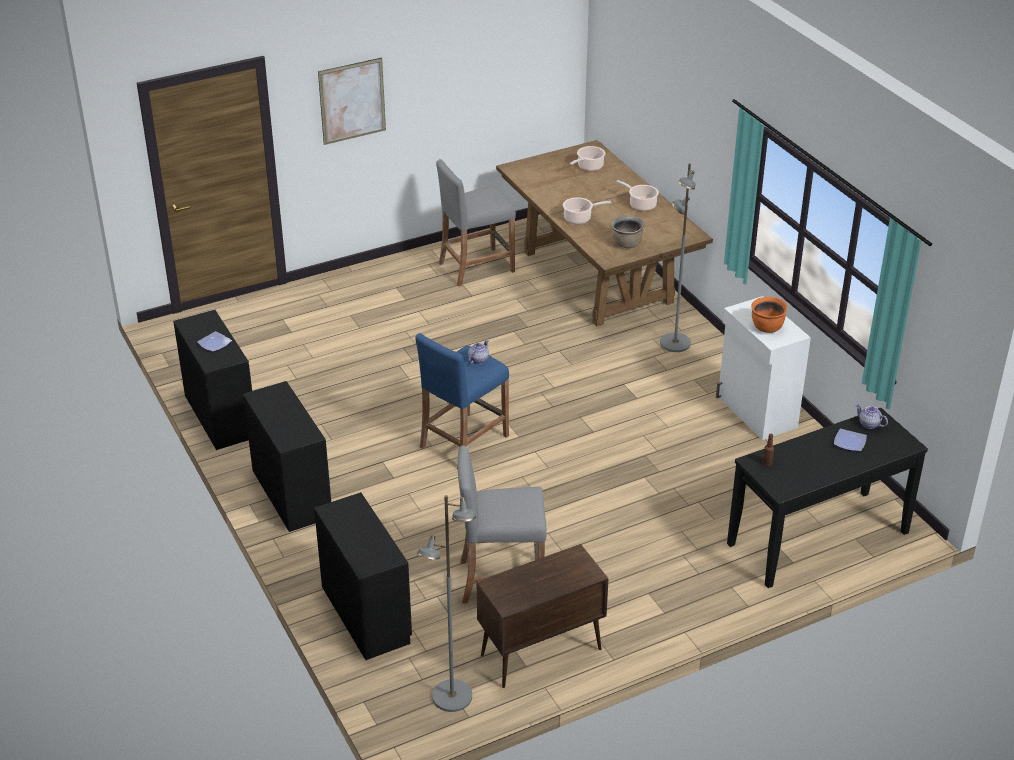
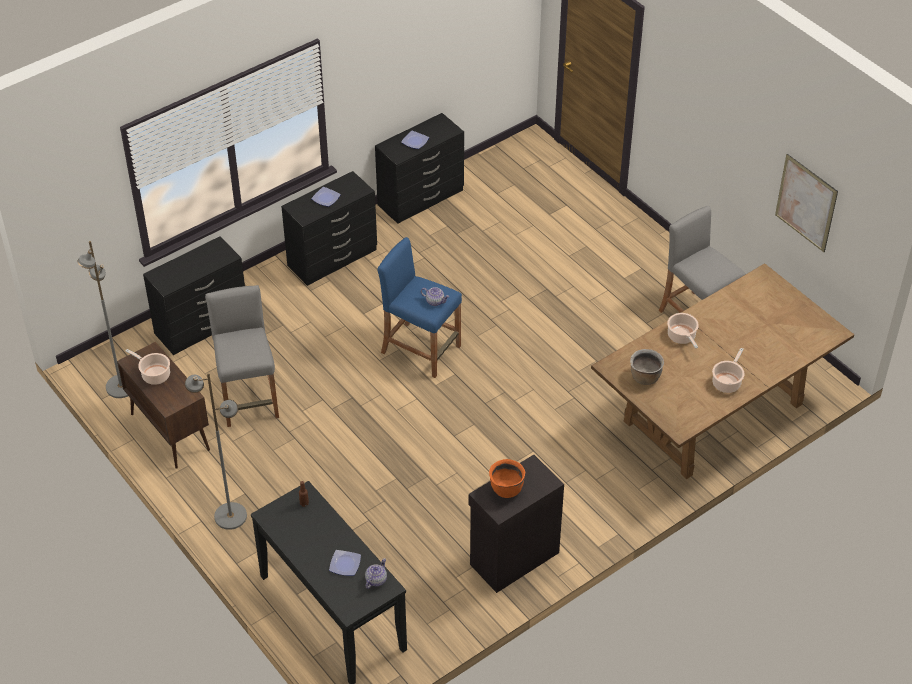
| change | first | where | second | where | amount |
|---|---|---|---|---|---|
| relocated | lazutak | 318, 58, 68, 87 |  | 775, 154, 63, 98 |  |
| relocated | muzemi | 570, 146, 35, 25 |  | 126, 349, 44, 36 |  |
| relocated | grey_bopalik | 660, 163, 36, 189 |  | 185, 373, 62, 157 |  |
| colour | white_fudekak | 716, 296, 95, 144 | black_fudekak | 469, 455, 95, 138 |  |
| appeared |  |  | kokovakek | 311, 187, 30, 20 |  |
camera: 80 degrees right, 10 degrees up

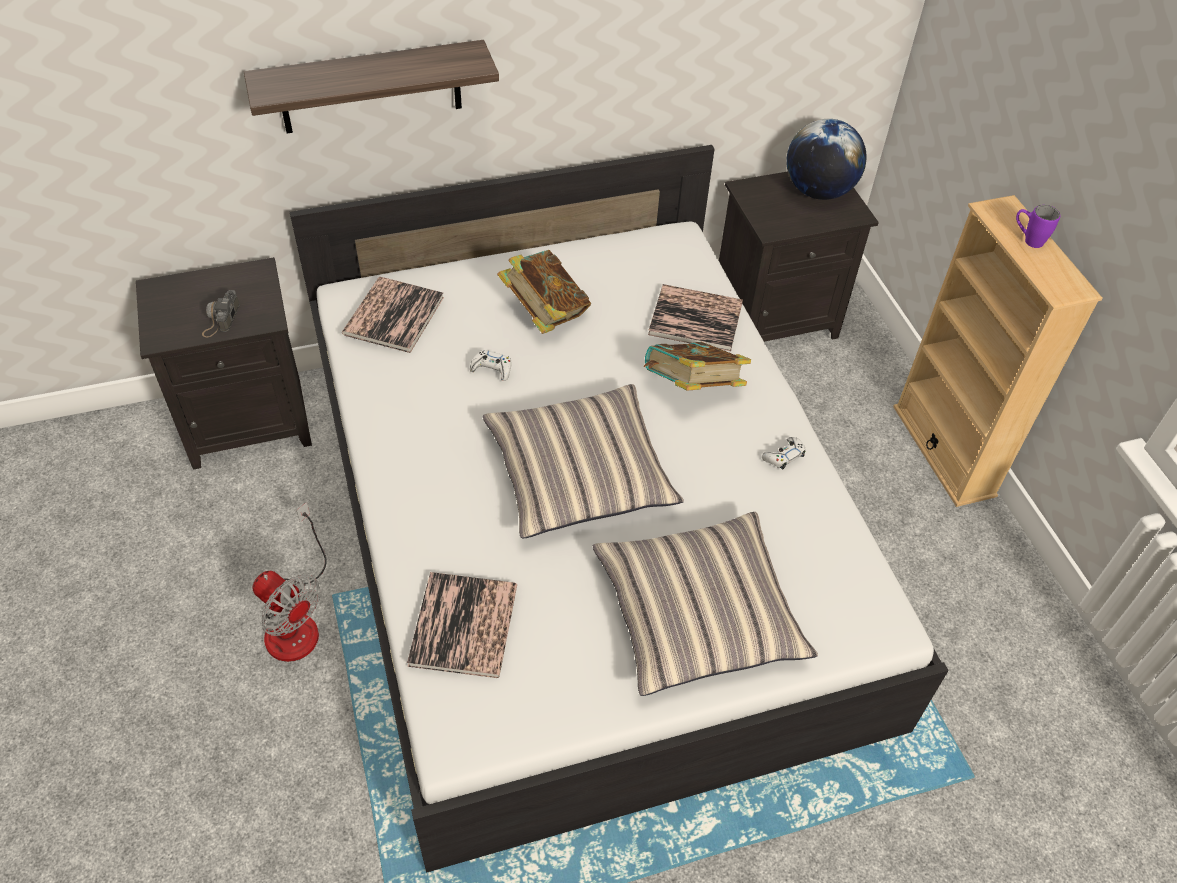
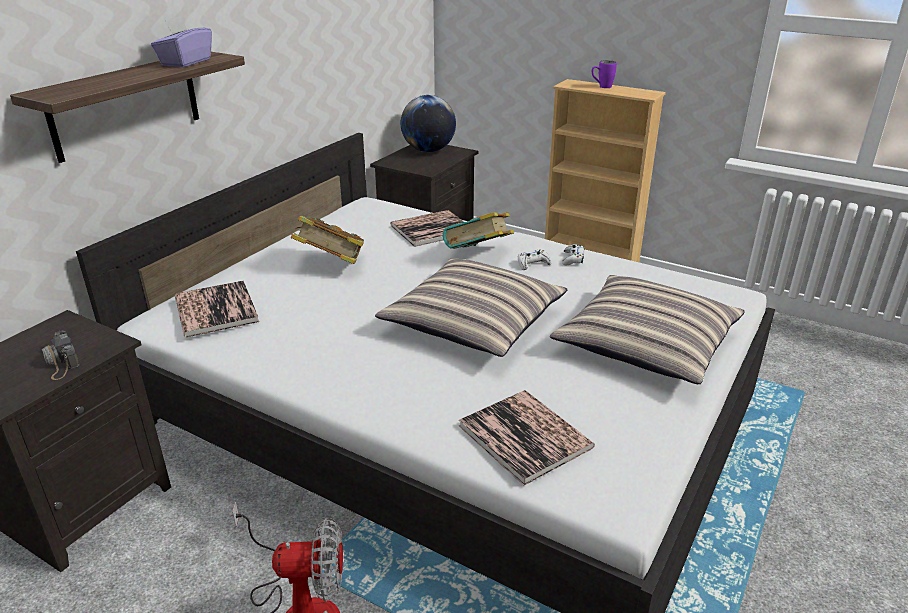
| change | first | where | second | where | amount |
|---|---|---|---|---|---|
| relocated | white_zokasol | 470, 350, 42, 31 |  | 518, 249, 33, 21 |  |
| appeared |  |  | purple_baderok | 151, 16, 61, 51 |  |
camera: 40 degrees left, 20 degrees down

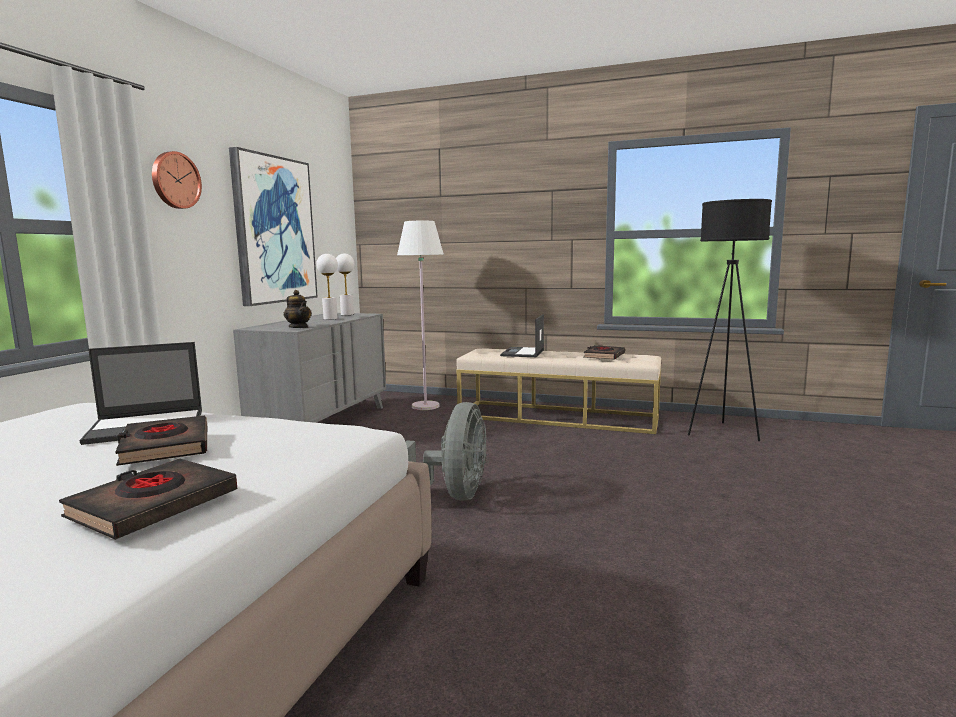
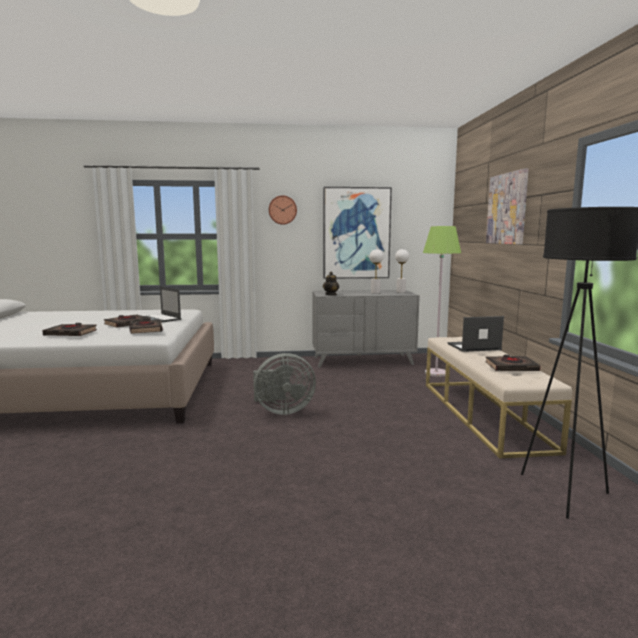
| change | first | where | second | where | amount |
|---|---|---|---|---|---|
| colour | white_bopalik | 397, 221, 47, 189 | green_bopalik | 423, 226, 38, 151 |  |
| appeared |  |  | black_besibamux | 129, 320, 34, 14 |  |
| appeared |  |  | lazutak | 486, 168, 43, 77 |  |
camera: 65 degrees right, 0 degrees up

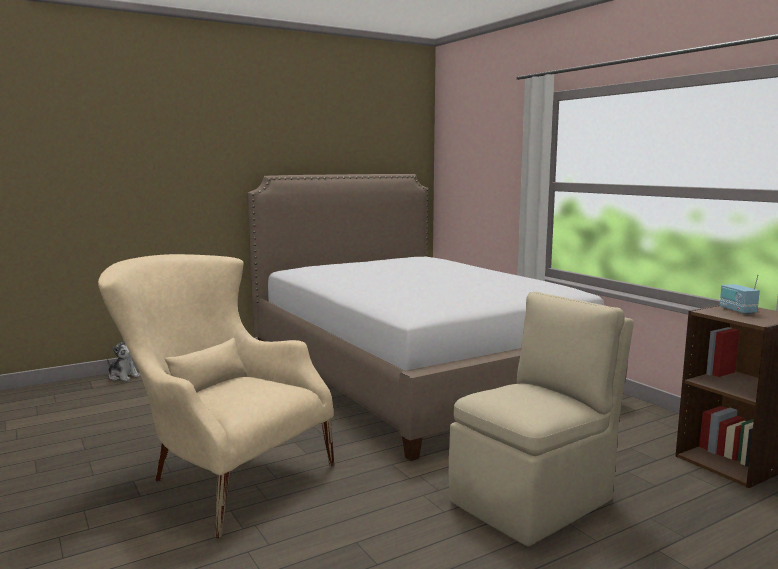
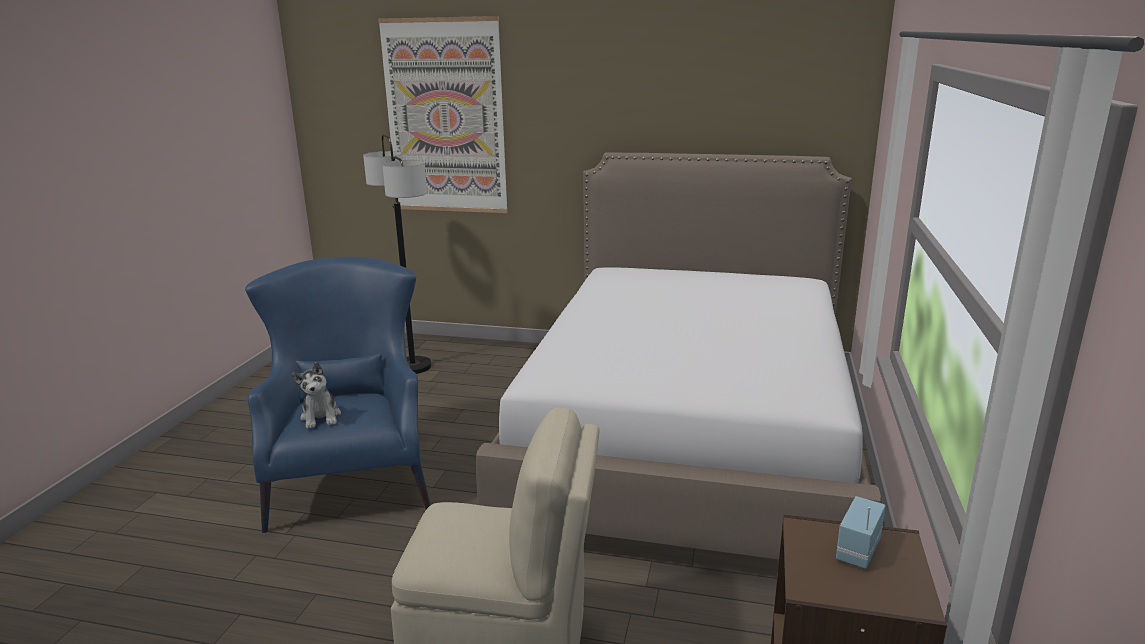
| change | first | where | second | where | amount |
|---|---|---|---|---|---|
| colour | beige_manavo | 98, 254, 236, 284 | blue_manavo | 245, 256, 186, 277 |  |
| relocated | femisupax | 107, 340, 33, 41 |  | 292, 362, 49, 67 |  |
| appeared |  |  | bopalik | 363, 134, 68, 240 |  |
| appeared |  |  | lazutak | 378, 16, 130, 197 |  |
camera: 45 degrees right, 10 degrees up

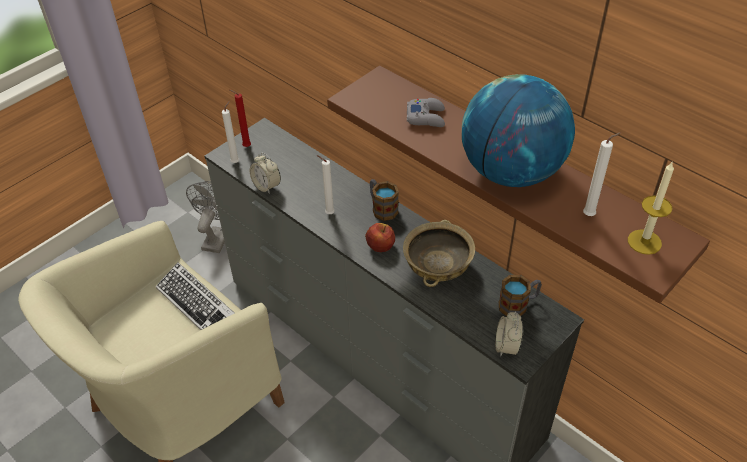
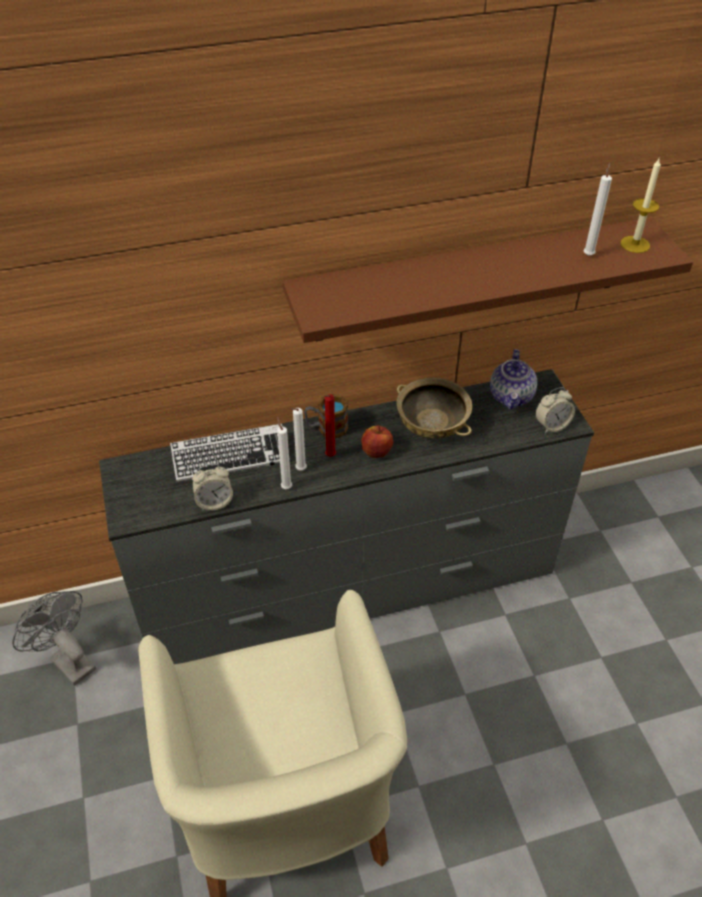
| change | first | where | second | where | amount |
|---|---|---|---|---|---|
| relocated | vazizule | 156, 262, 79, 68 |  | 170, 423, 120, 59 |  |
| relocated | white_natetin | 222, 101, 17, 62 |  | 277, 416, 15, 73 |  |
| relocated | red_natetin | 230, 90, 21, 57 |  | 324, 394, 12, 63 |  |
| missing | grey_zokasol | 407, 98, 38, 29 |  |  |  |
| missing | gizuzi | 462, 74, 113, 113 |  |  |  |
| spun | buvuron | 495, 312, 28, 45 |  | 535, 387, 40, 46 | 60 degrees counterclockwise |
| exchanged | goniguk | 499, 275, 43, 41 | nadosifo | 490, 349, 47, 60 |  |
camera: 60 degrees left, 0 degrees up

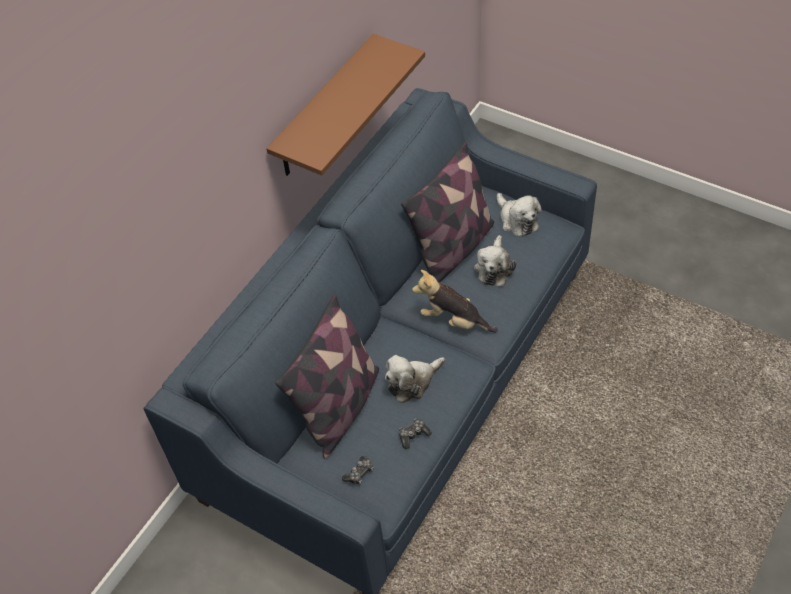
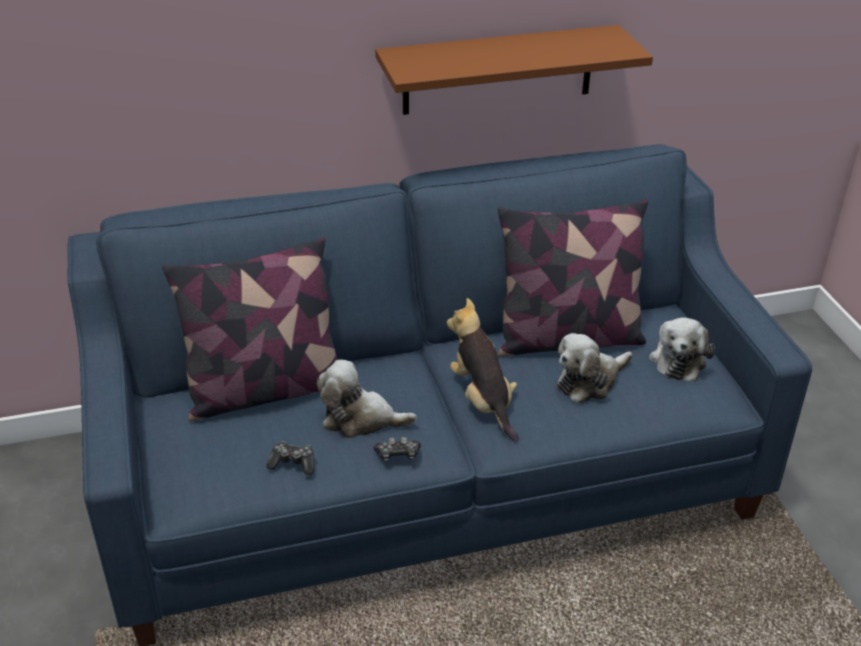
| change | first | where | second | where | amount |
|---|---|---|---|---|---|
| relocated | zokasol | 342, 456, 32, 29 |  | 373, 436, 48, 27 |  |
camera: 40 degrees right, 15 degrees down

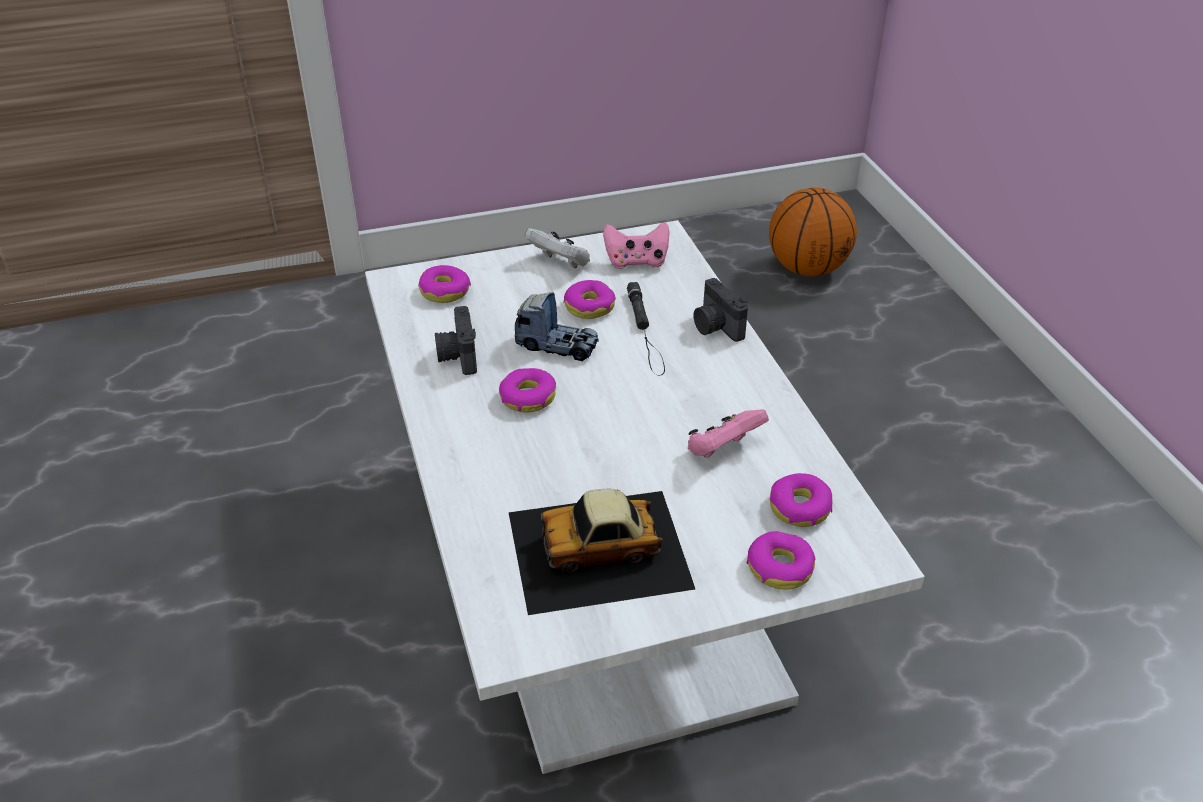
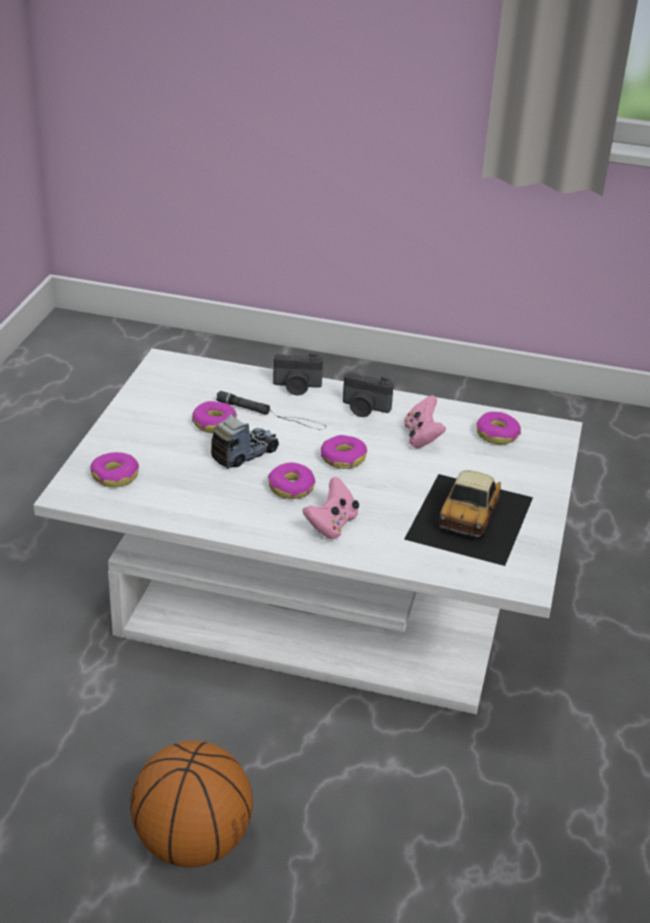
| change | first | where | second | where | amount |
|---|---|---|---|---|---|
| relocated | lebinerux | 435, 306, 42, 69 |  | 343, 372, 51, 45 |  |
| missing | white_zokasol | 525, 228, 65, 40 |  |  |  |
| relocated | pink_zokasol | 603, 222, 67, 47 |  | 303, 477, 56, 62 |  |
| relocated | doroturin | 747, 532, 68, 58 |  | 321, 435, 46, 34 |  |
| relocated | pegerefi | 769, 187, 88, 90 |  | 130, 740, 123, 128 |  |
camera: 60 degrees left, 5 degrees down

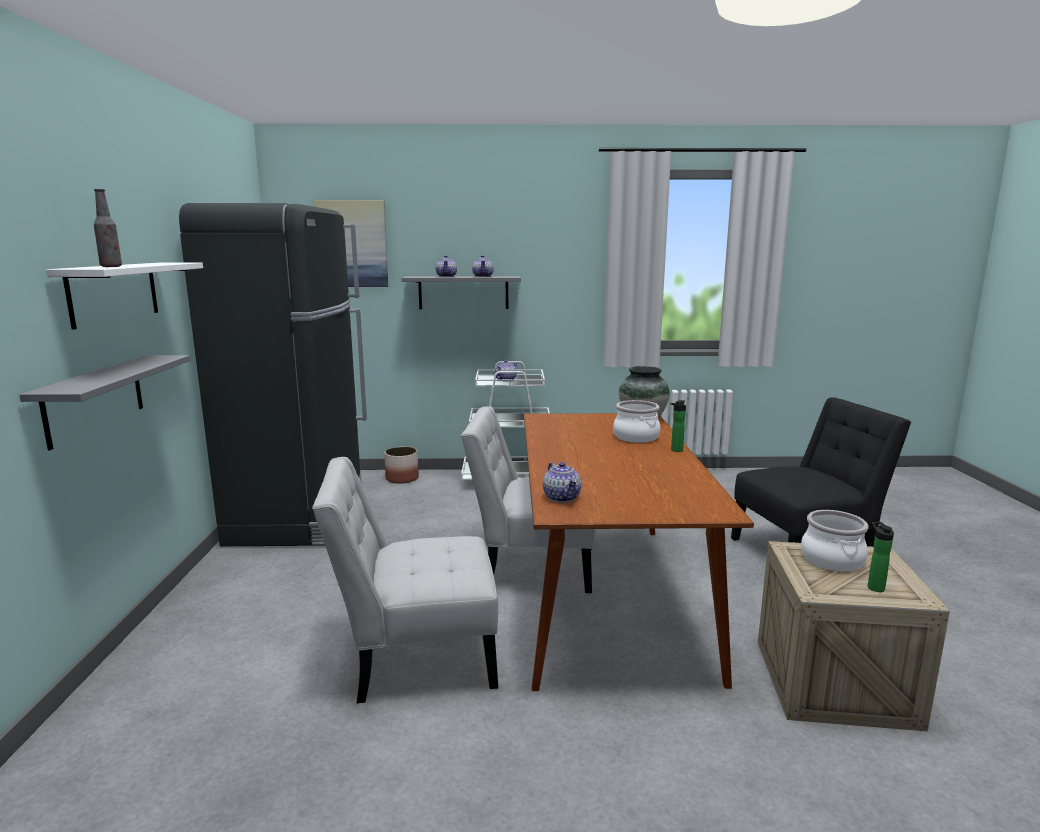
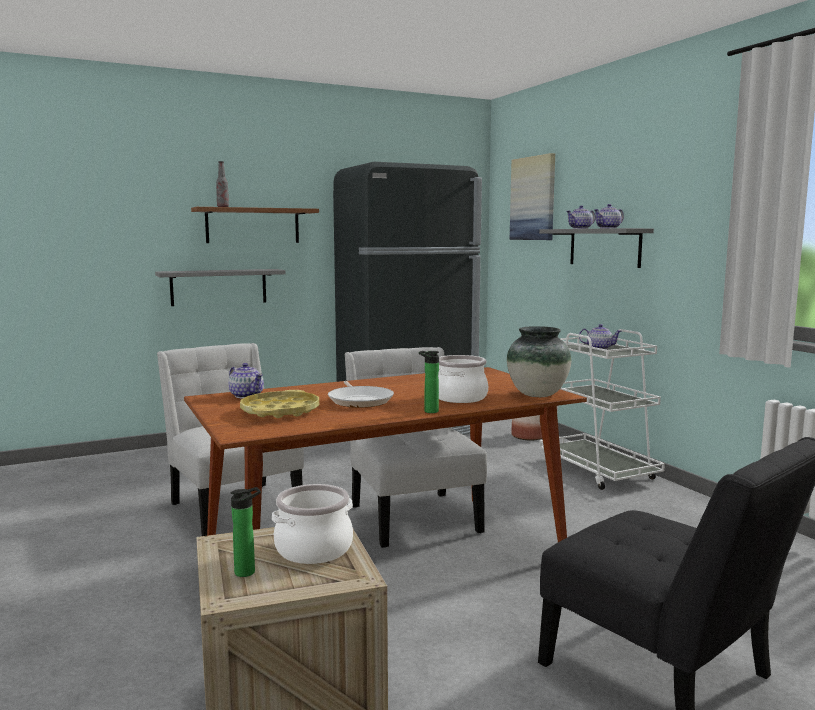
| change | first | where | second | where | amount |
|---|---|---|---|---|---|
| colour | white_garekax | 46, 263, 157, 67 | brown_garekax | 191, 207, 128, 36 |  |
| spun | nadosifo | 543, 462, 38, 41 |  | 228, 363, 36, 35 | 90 degrees counterclockwise |
| appeared |  |  | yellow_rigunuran | 240, 390, 79, 28 |  |
| appeared |  |  | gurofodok | 328, 381, 66, 27 |  |
camera: 65 degrees right, 5 degrees down

